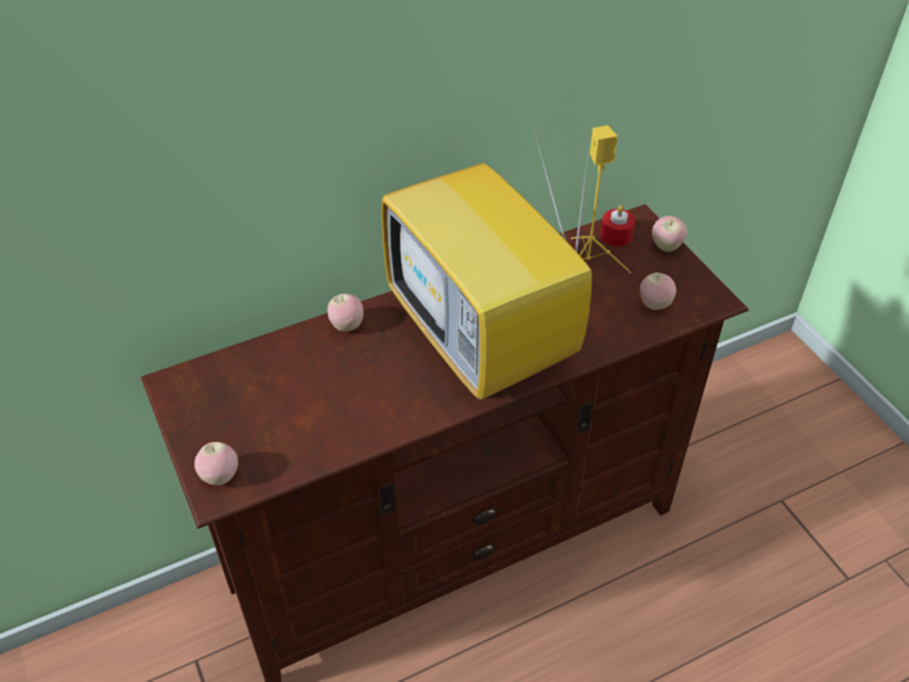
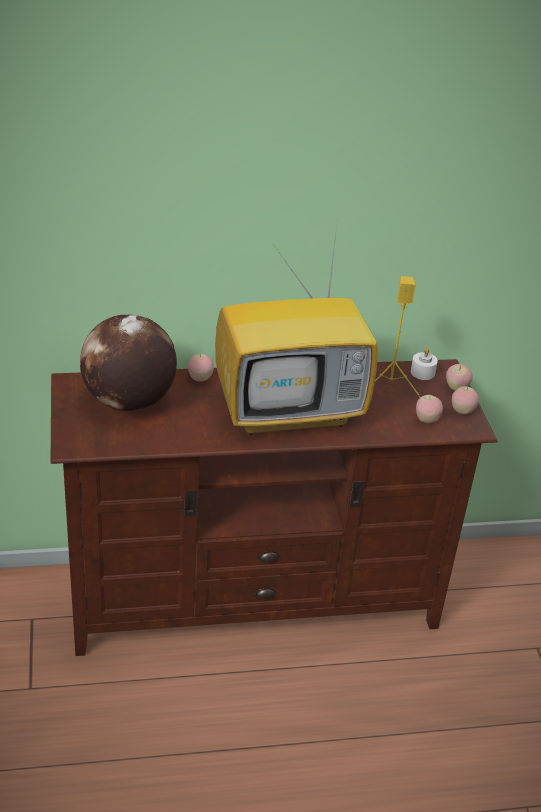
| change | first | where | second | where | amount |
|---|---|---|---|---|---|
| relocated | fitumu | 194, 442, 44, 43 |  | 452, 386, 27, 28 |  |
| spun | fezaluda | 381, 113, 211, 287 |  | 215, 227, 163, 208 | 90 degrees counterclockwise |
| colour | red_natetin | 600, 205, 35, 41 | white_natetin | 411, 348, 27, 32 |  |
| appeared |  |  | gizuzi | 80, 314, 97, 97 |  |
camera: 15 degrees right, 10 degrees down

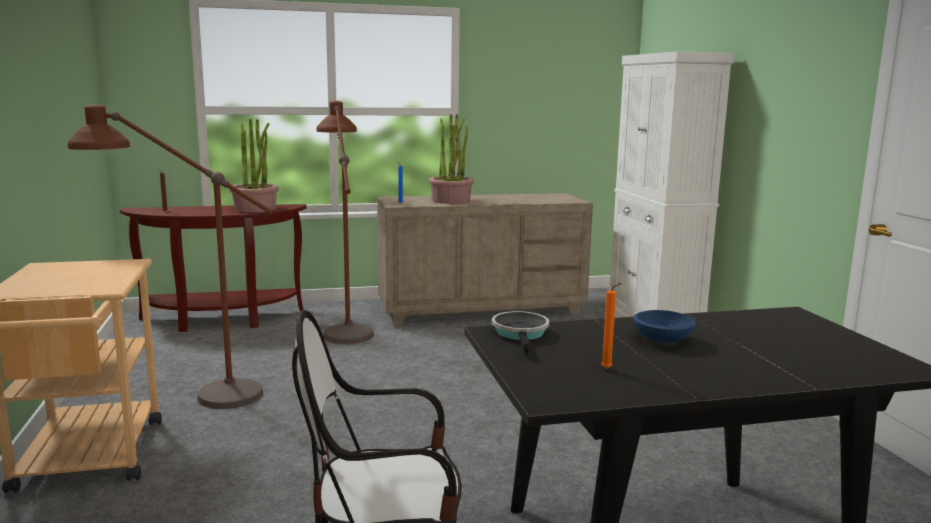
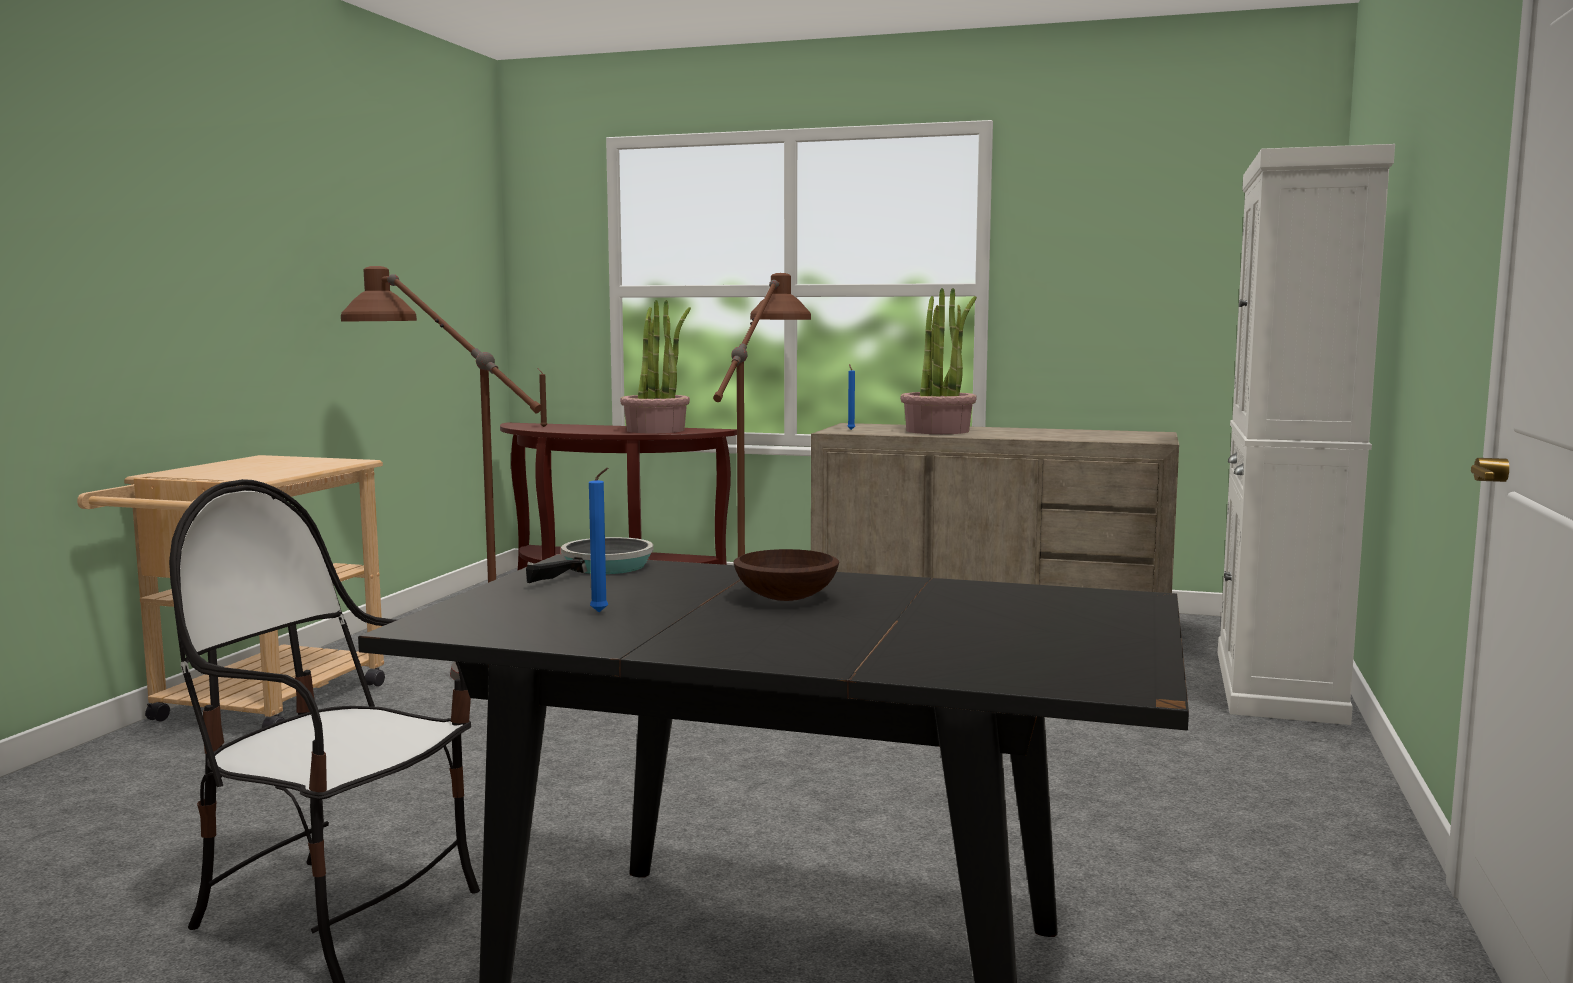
| change | first | where | second | where | amount |
|---|---|---|---|---|---|
| colour | orange_natetin | 601, 283, 21, 86 | blue_natetin | 589, 468, 19, 144 |  |
| colour | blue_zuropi | 633, 310, 63, 33 | brown_zuropi | 733, 549, 106, 52 |  |
camera: 30 degrees right, 5 degrees down

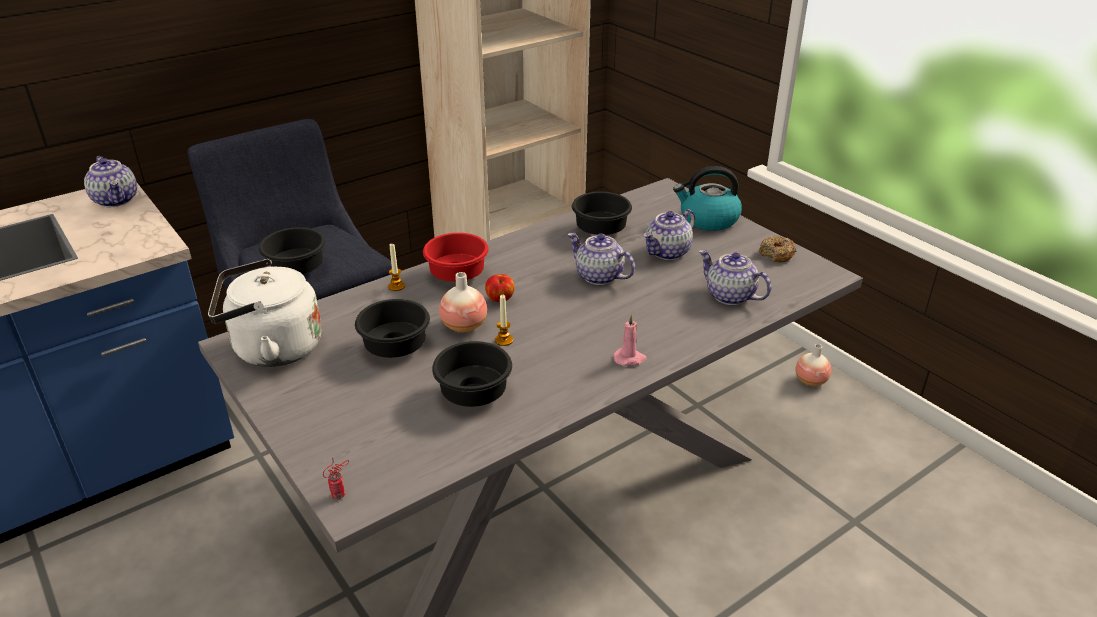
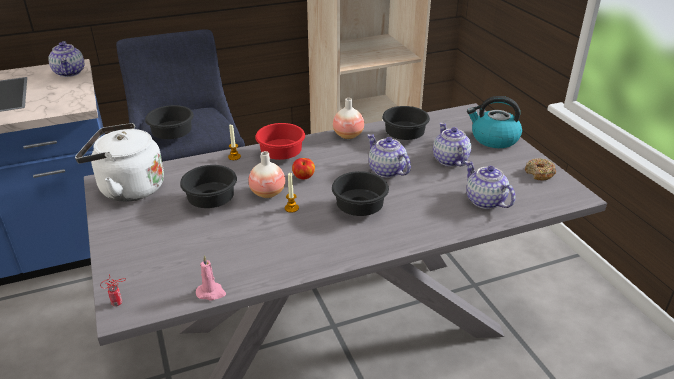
| change | first | where | second | where | amount |
|---|---|---|---|---|---|
| relocated | black_zuropi | 432, 341, 80, 66 |  | 332, 171, 57, 45 |  |
| relocated | pink_natetin | 613, 314, 34, 52 |  | 196, 255, 30, 45 |  |
| spun | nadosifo | 643, 209, 52, 51 |  | 433, 123, 38, 44 | 105 degrees clockwise |
| relocated | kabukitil | 795, 344, 36, 42 |  | 333, 98, 31, 41 |  |
camera: 15 degrees right, 0 degrees up

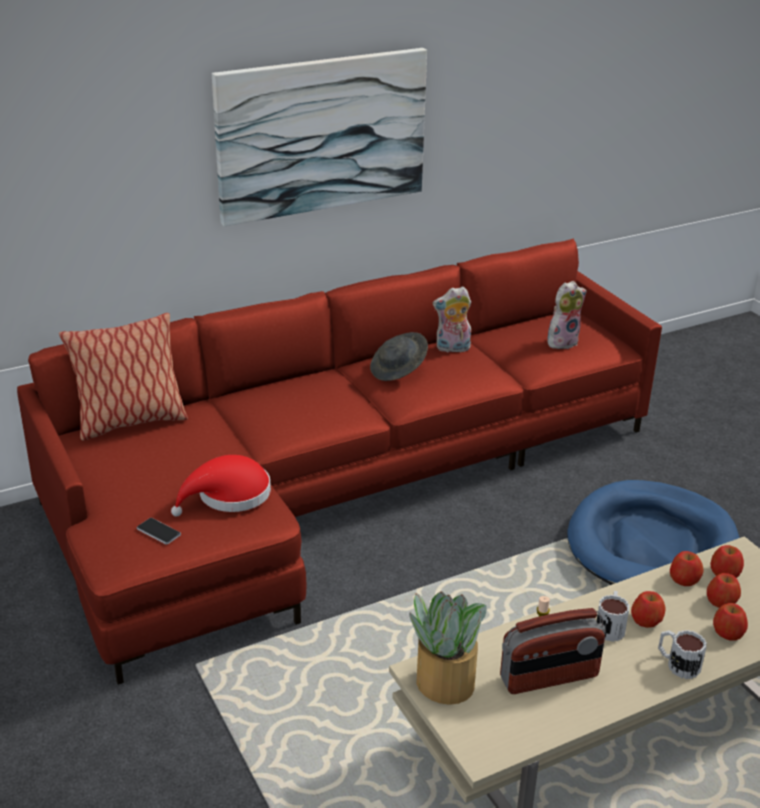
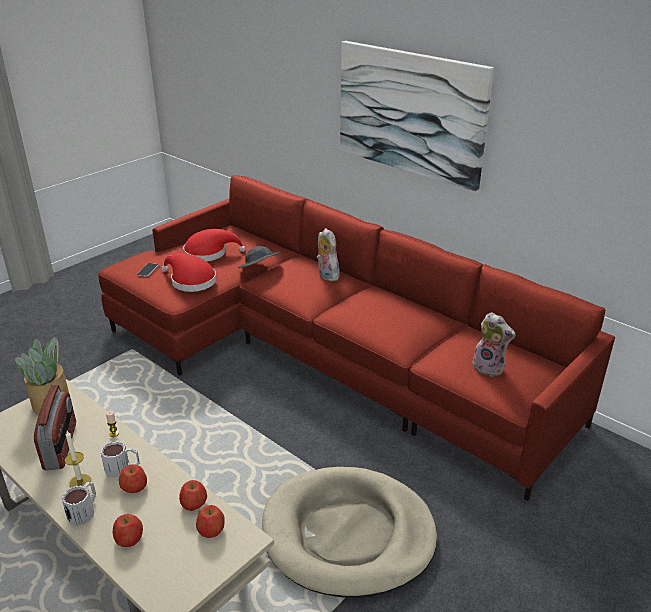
| change | first | where | second | where | amount |
|---|---|---|---|---|---|
| missing | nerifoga | 59, 313, 129, 128 |  |  |  |
| relocated | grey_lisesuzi | 370, 332, 58, 49 |  | 238, 246, 43, 22 |  |
| relocated | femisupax | 433, 286, 38, 66 |  | 317, 228, 23, 53 |  |
| spun | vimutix | 500, 608, 106, 86 |  | 34, 384, 42, 86 | 150 degrees counterclockwise |
| colour | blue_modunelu | 567, 480, 173, 105 | beige_modunelu | 262, 467, 175, 131 |  |
| missing | fitumu | 707, 573, 34, 35 |  |  |  |
| appeared |  |  | natetin | 65, 431, 26, 56 |  |
| appeared |  |  | red_lisesuzi | 183, 229, 63, 33 |  |
camera: 70 degrees right, 0 degrees up

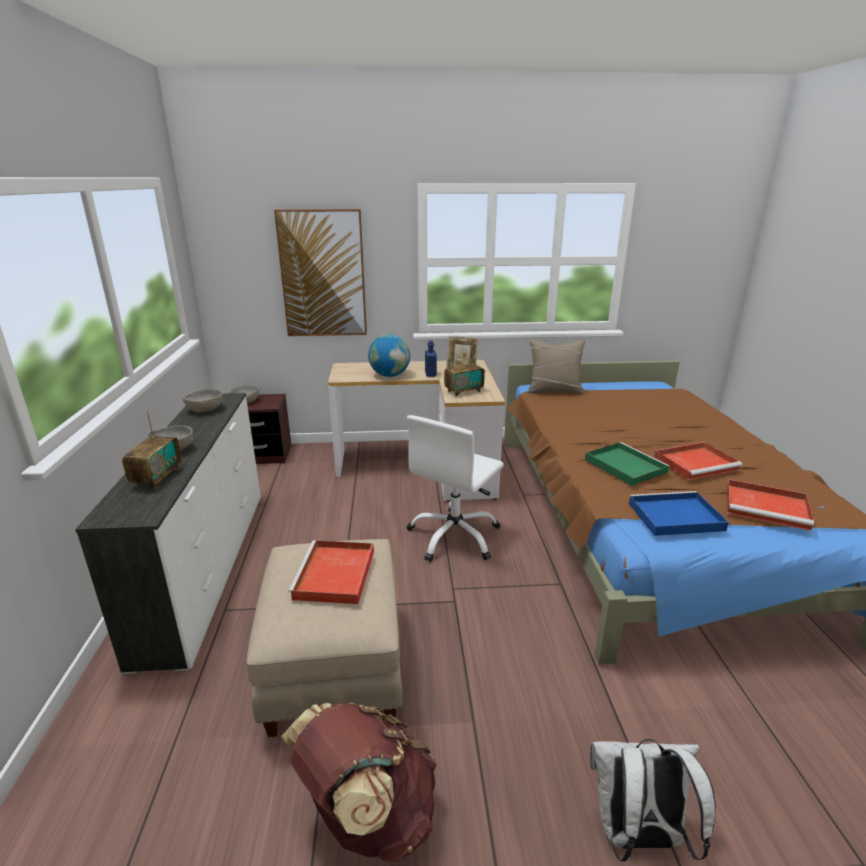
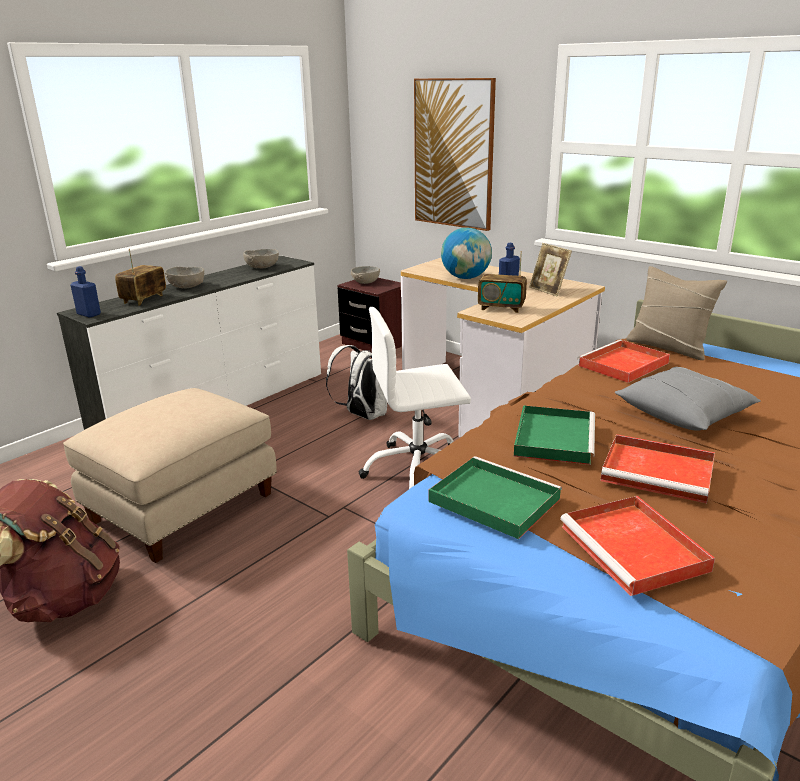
| change | first | where | second | where | amount |
|---|---|---|---|---|---|
| spun | vimutix | 122, 411, 60, 78 |  | 115, 249, 51, 57 | 150 degrees clockwise |
| relocated | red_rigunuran | 288, 540, 86, 64 |  | 577, 340, 93, 43 |  |
| relocated | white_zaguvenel | 590, 739, 126, 123 |  | 326, 345, 61, 75 |  |
| colour | blue_rigunuran | 628, 491, 101, 45 | green_rigunuran | 429, 456, 133, 83 |  |
| appeared |  |  | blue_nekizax | 70, 266, 31, 52 |  |
| appeared |  |  | grey_nerifoga | 615, 367, 146, 64 |  |
camera: 45 degrees right, 0 degrees up

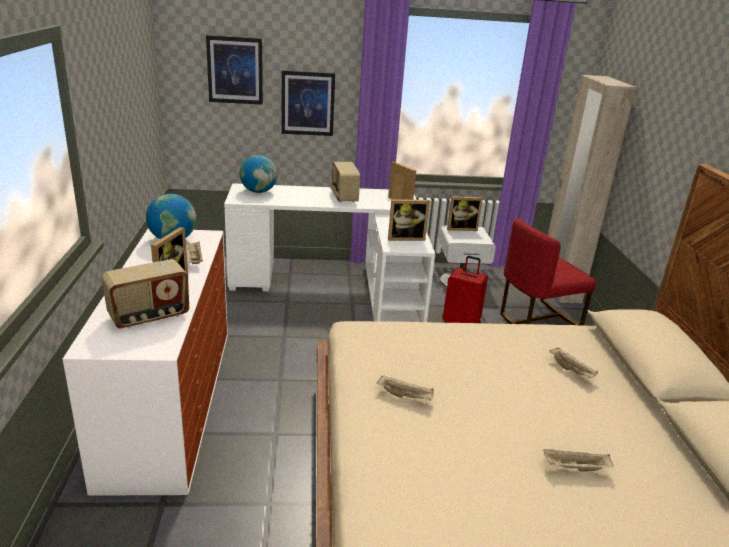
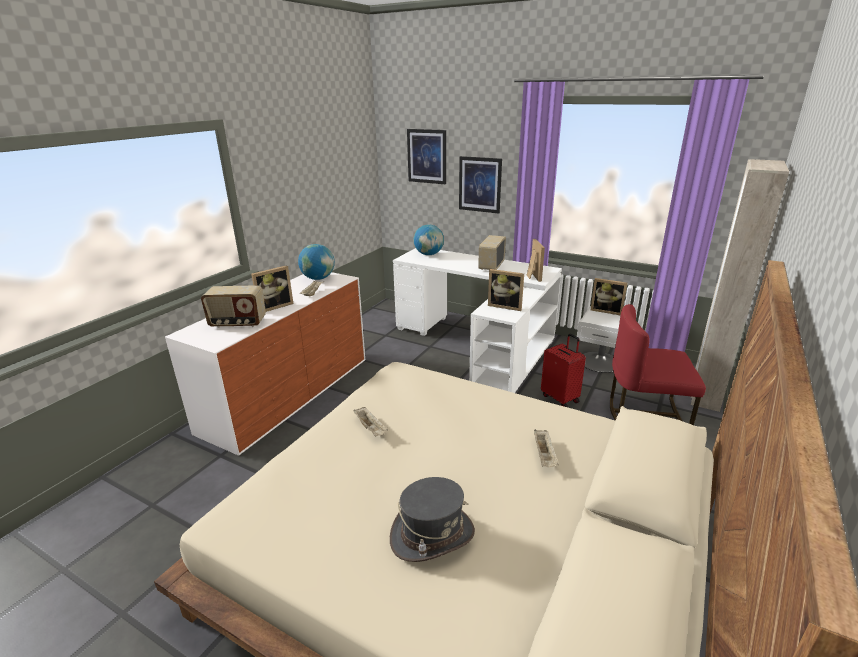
| change | first | where | second | where | amount |
|---|---|---|---|---|---|
| exchanged | beige_rigunuran | 543, 449, 71, 23 | grey_lisesuzi | 390, 477, 85, 85 |  |
camera: 35 degrees right, 0 degrees up

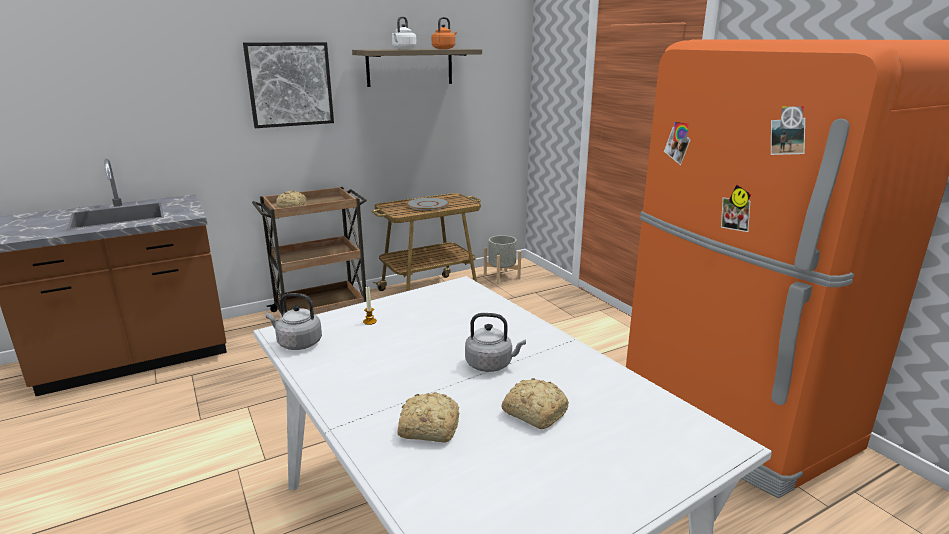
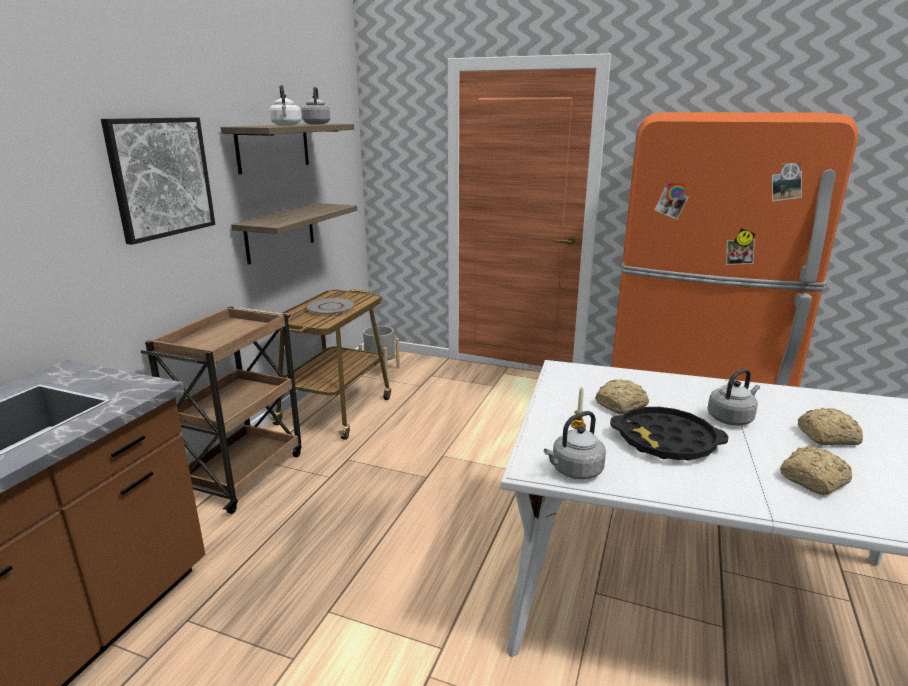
| change | first | where | second | where | amount |
|---|---|---|---|---|---|
| relocated | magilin | 276, 191, 31, 17 |  | 595, 379, 54, 35 |  |
| colour | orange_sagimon | 432, 17, 25, 32 | grey_sagimon | 302, 87, 29, 37 |  |
| appeared |  |  | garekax | 231, 203, 126, 62 |  |
| appeared |  |  | black_rigunuran | 610, 407, 118, 54 |  |
camera: 40 degrees left, 0 degrees up

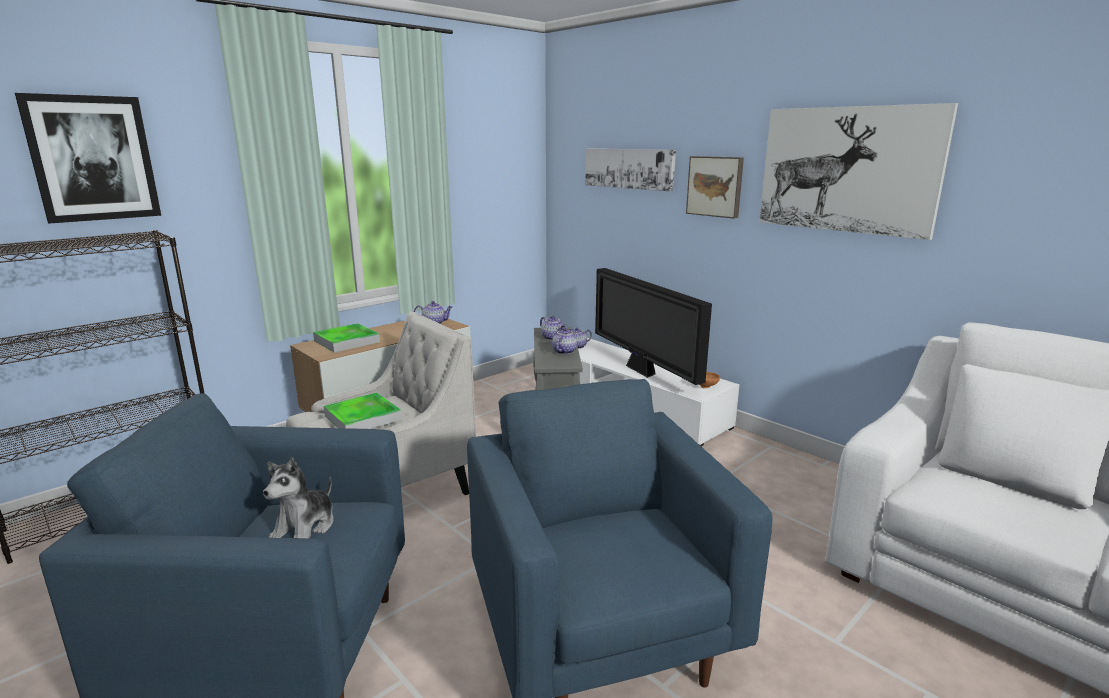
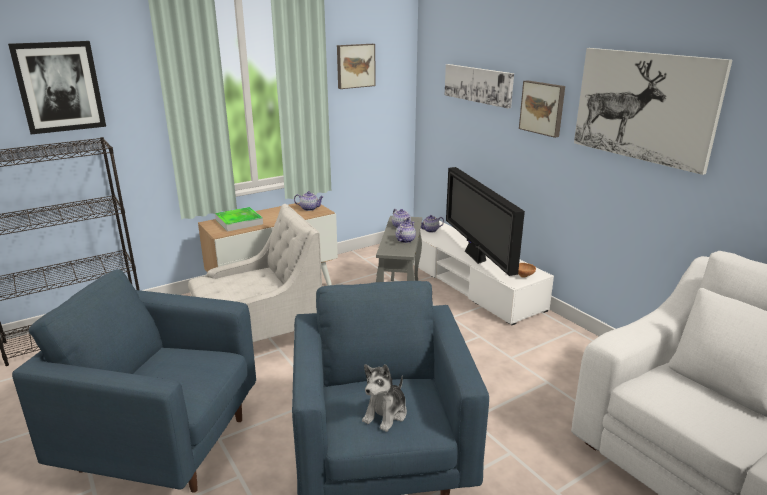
| change | first | where | second | where | amount |
|---|---|---|---|---|---|
| relocated | femisupax | 263, 457, 71, 81 |  | 362, 364, 45, 68 |  |
| missing | rigunuran | 324, 392, 78, 37 |  |  |  |
| appeared |  |  | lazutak | 337, 44, 39, 45 |  |
camera: 10 degrees right, 5 degrees up

